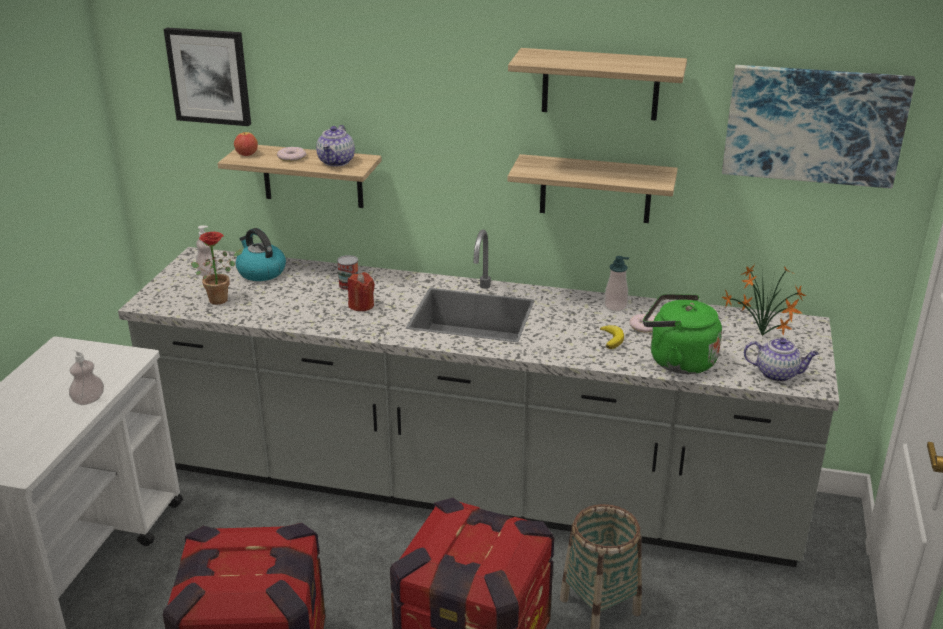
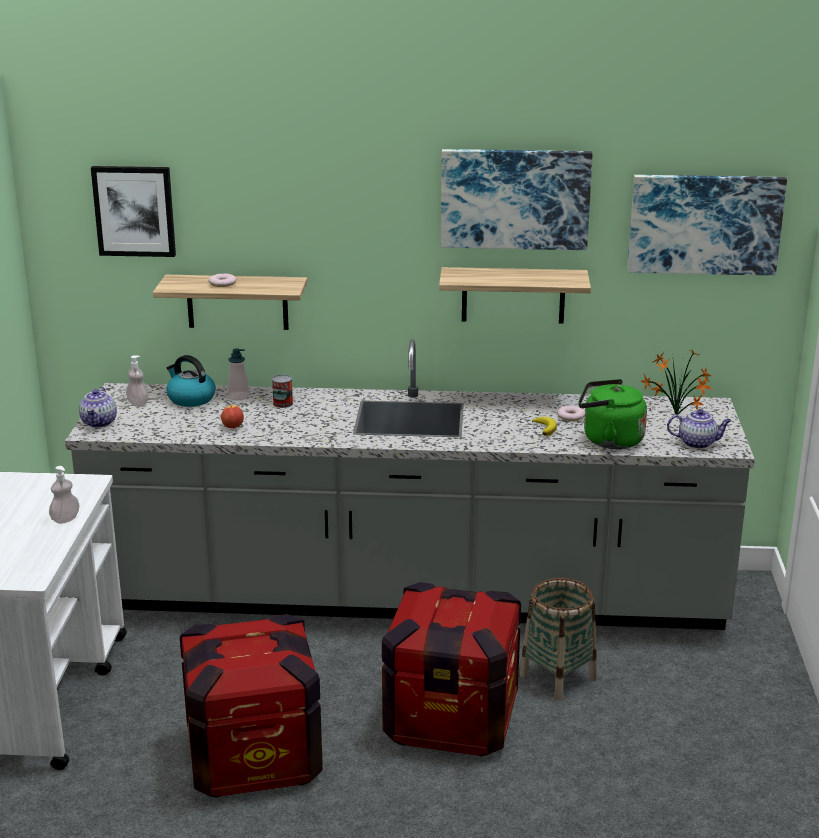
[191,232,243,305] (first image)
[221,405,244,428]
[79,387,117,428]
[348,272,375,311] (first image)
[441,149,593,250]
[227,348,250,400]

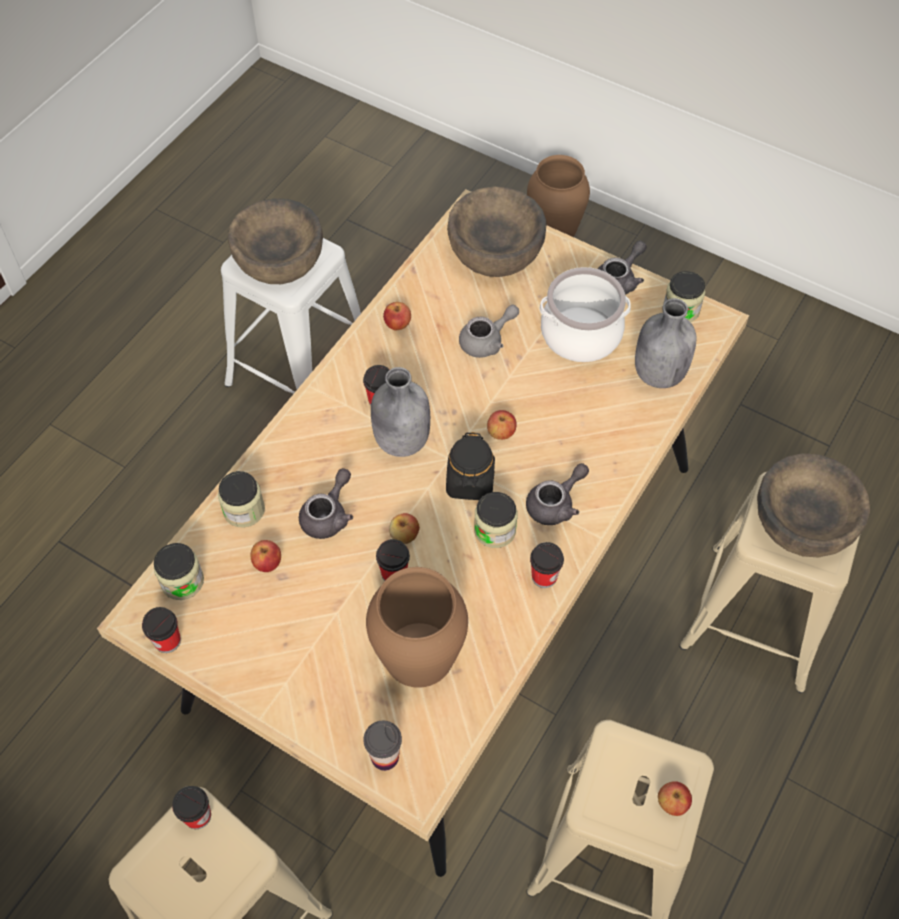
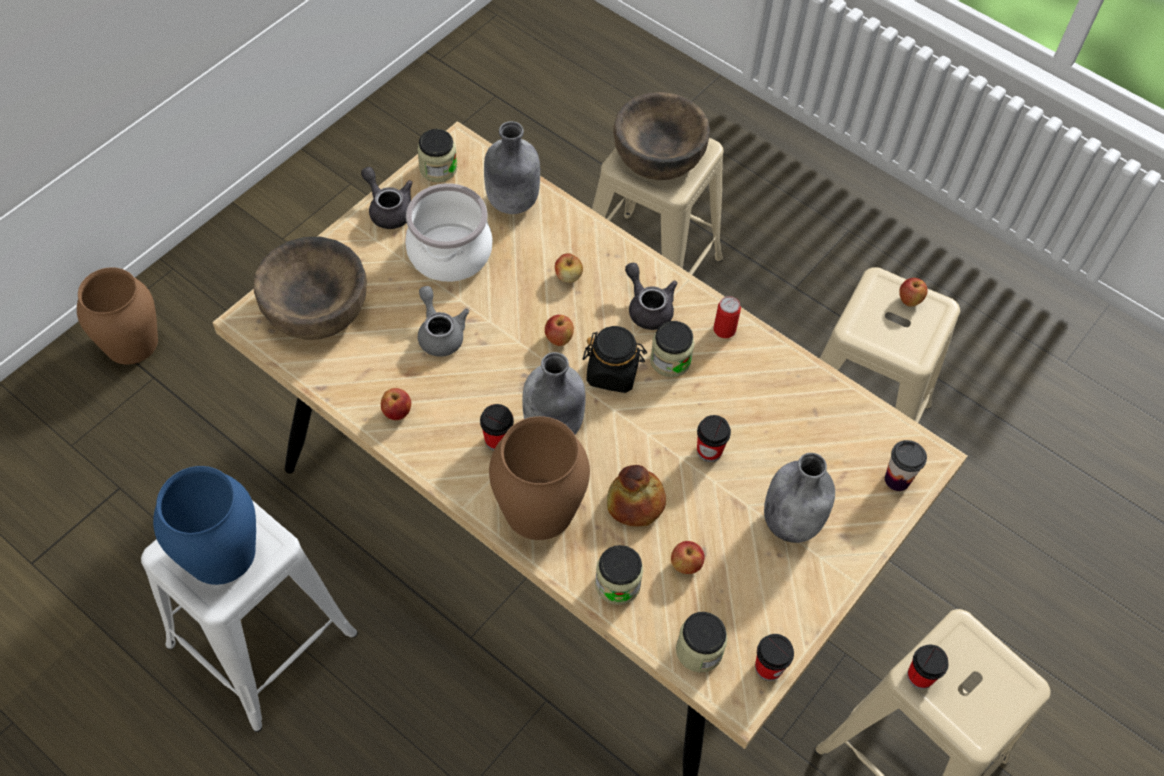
[153,466,256,585]
[607,465,666,527]
[489,416,590,540]
[555,253,583,283]
[714,296,741,338]
[764,453,835,543]

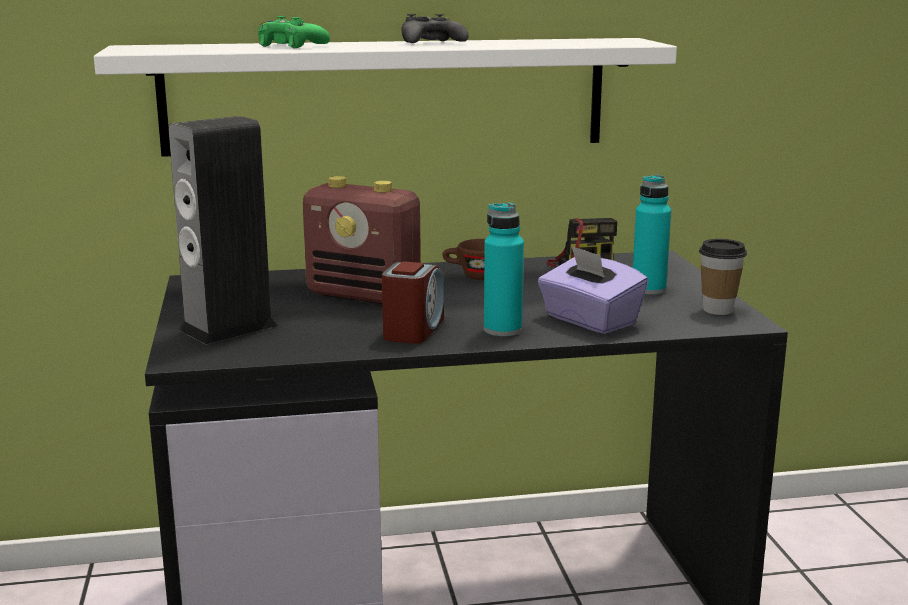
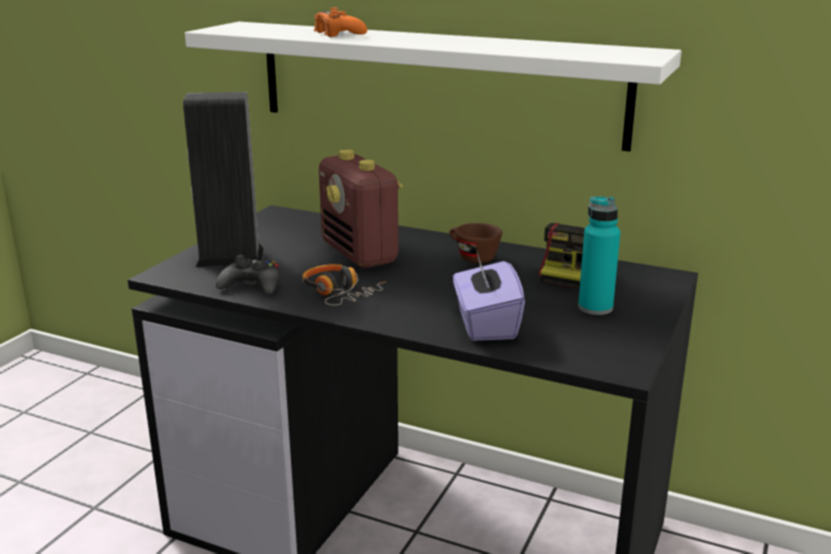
[314,8,367,37]
[302,264,386,306]
[216,255,280,294]
[484,203,524,336] (first image)
[699,239,747,315] (first image)

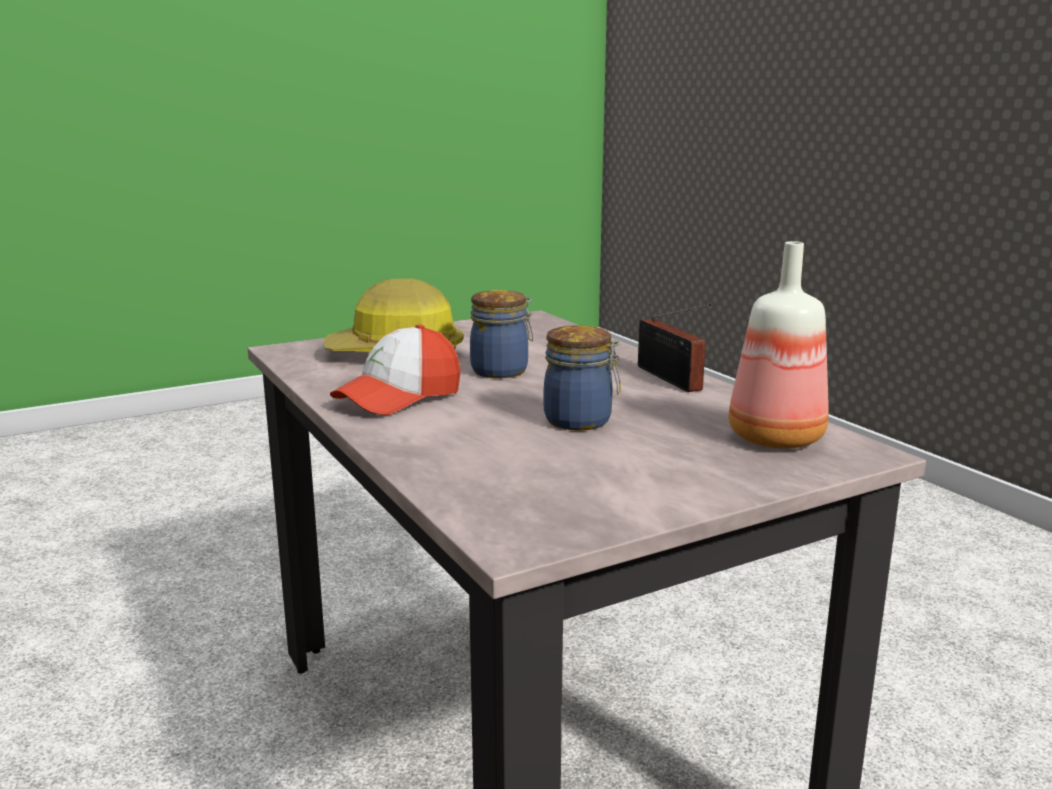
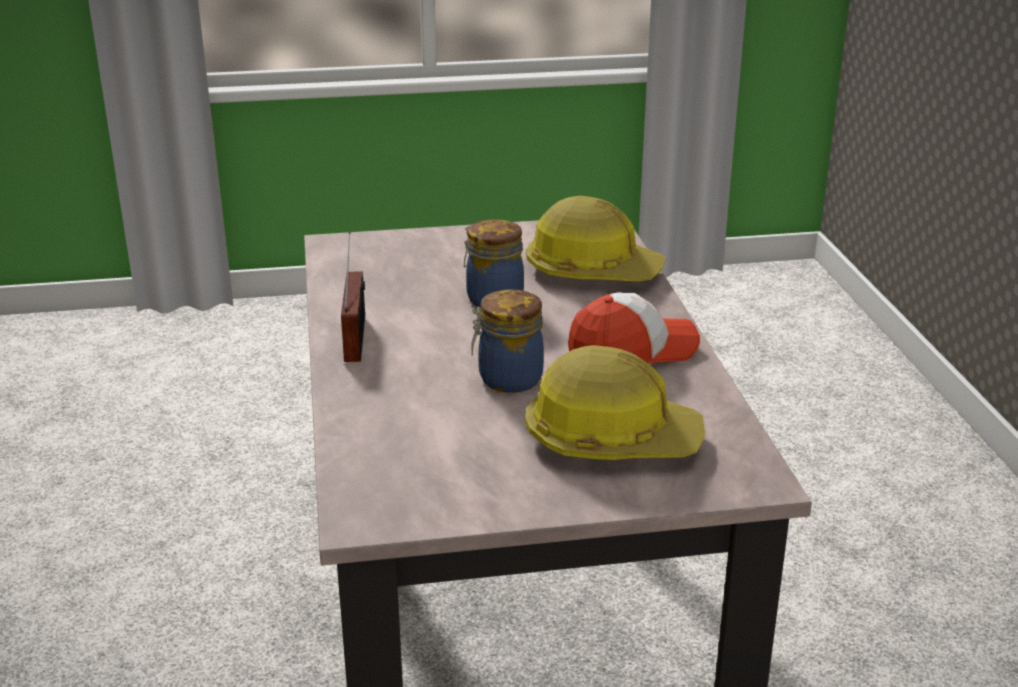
[729,241,829,449] (first image)
[526,196,666,281]

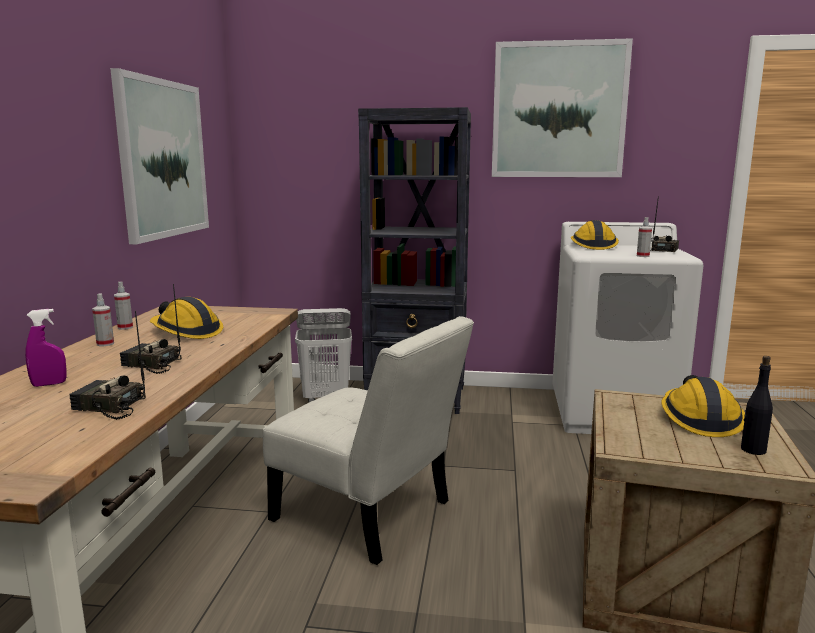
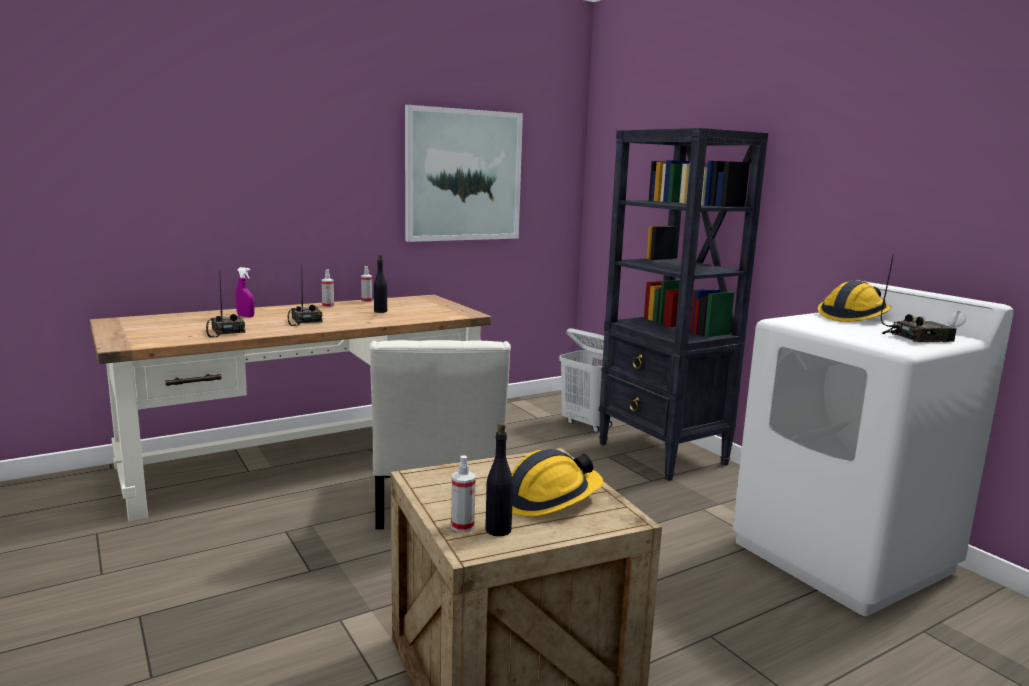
[374,255,387,313]
[492,38,633,177] (first image)
[451,455,475,532]

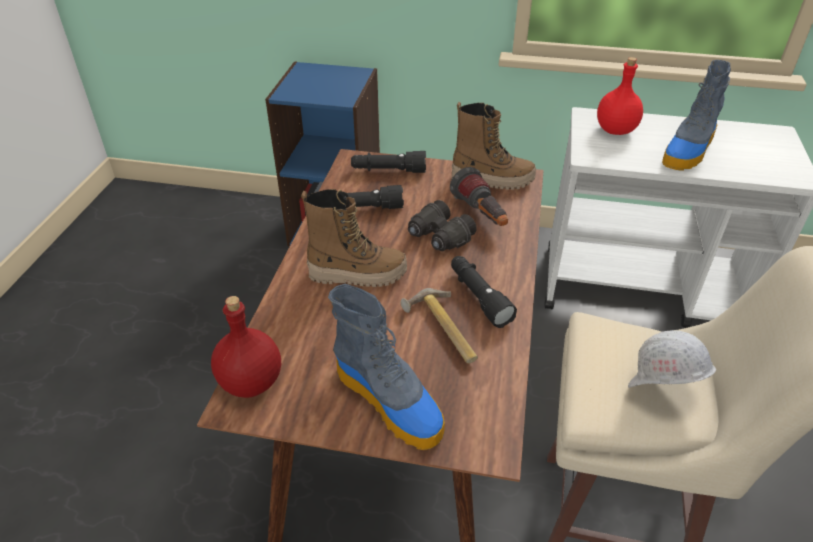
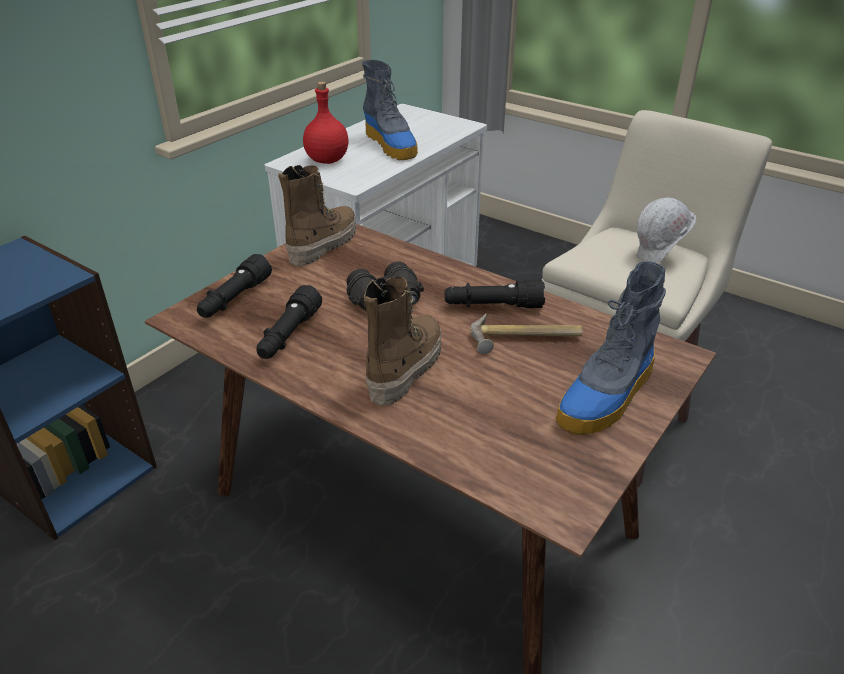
[211,296,281,398] (first image)
[556,261,666,435]
[450,167,508,226] (first image)

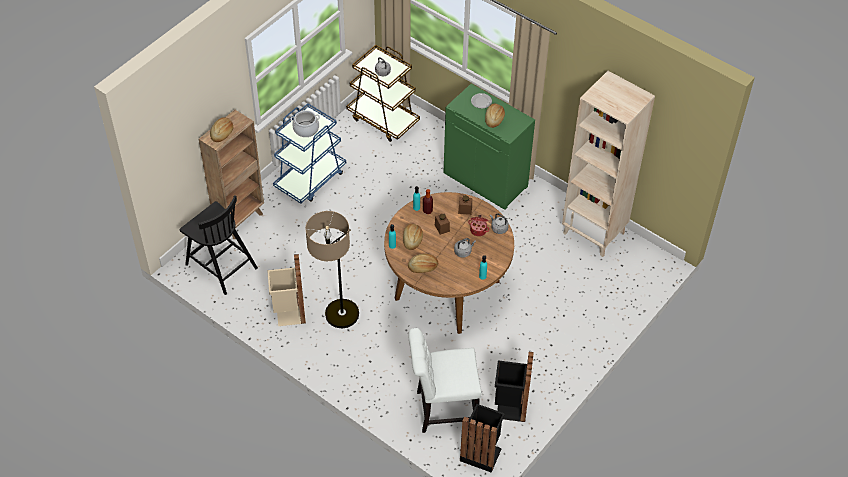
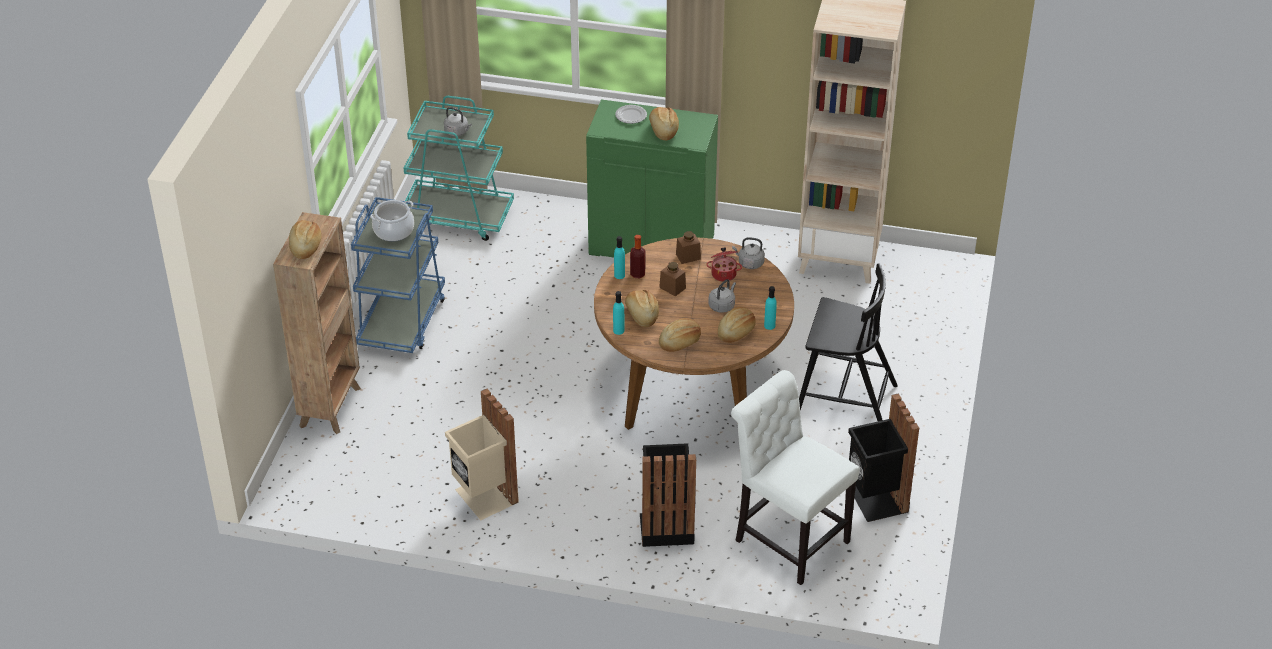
[799,263,898,421]
[305,211,359,328] (first image)
[404,96,514,241]
[731,370,860,585]
[640,443,696,547]
[718,307,756,343]

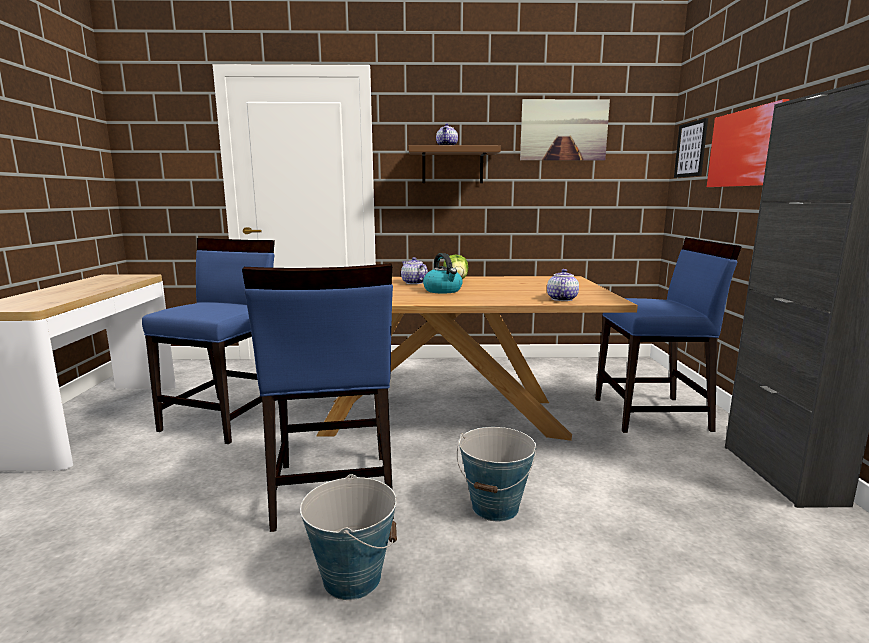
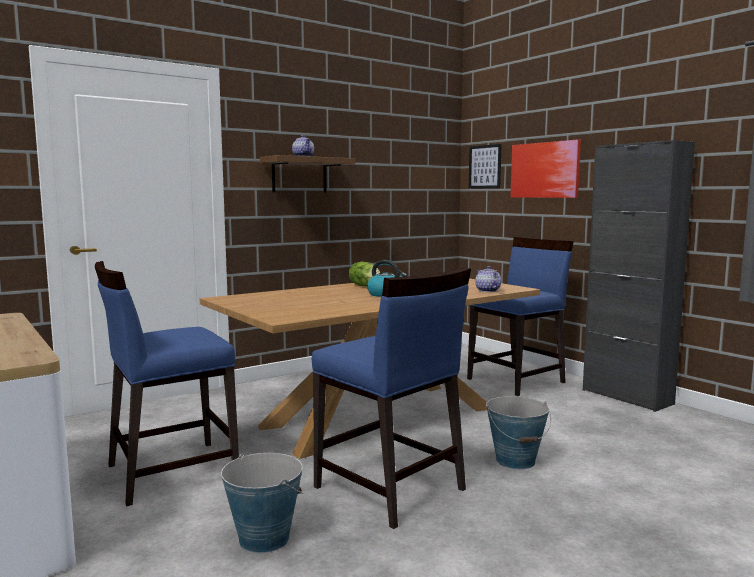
[95,261,239,506]
[221,453,303,553]
[401,257,428,284] (first image)
[520,99,610,161] (first image)

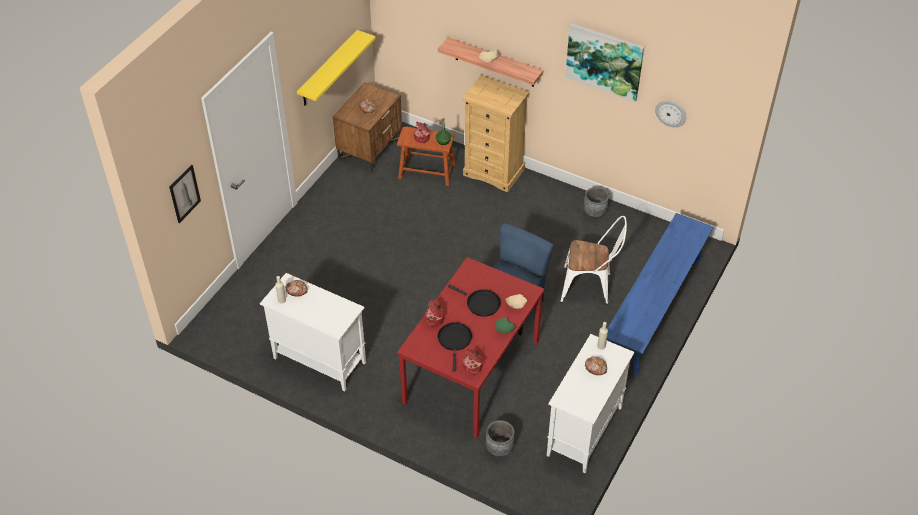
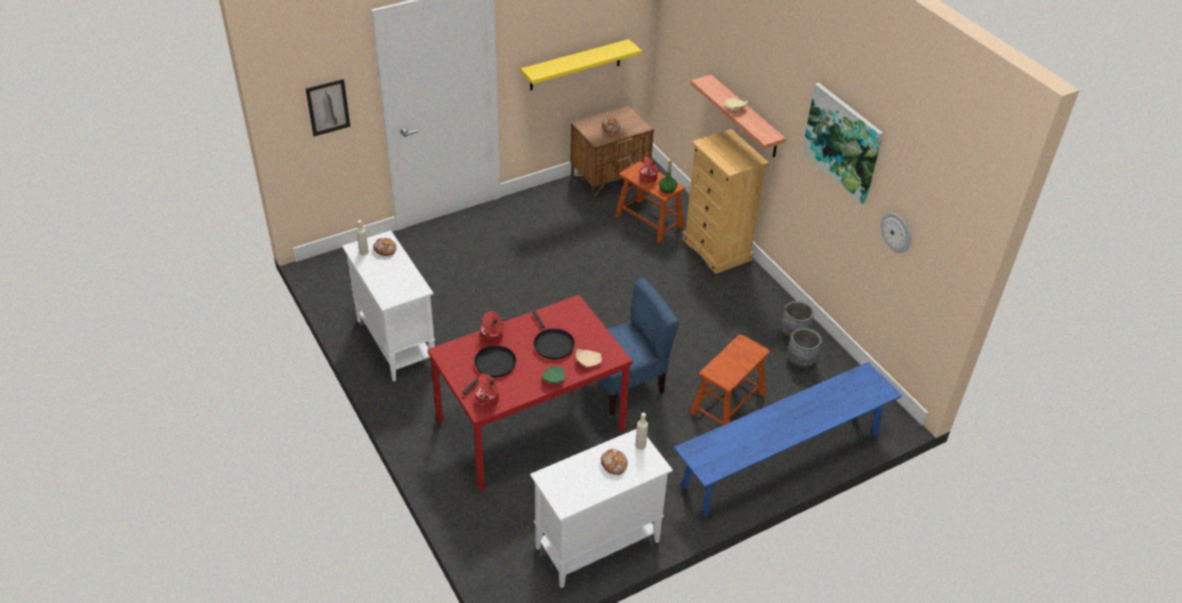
[788,328,822,368]
[690,335,770,426]

